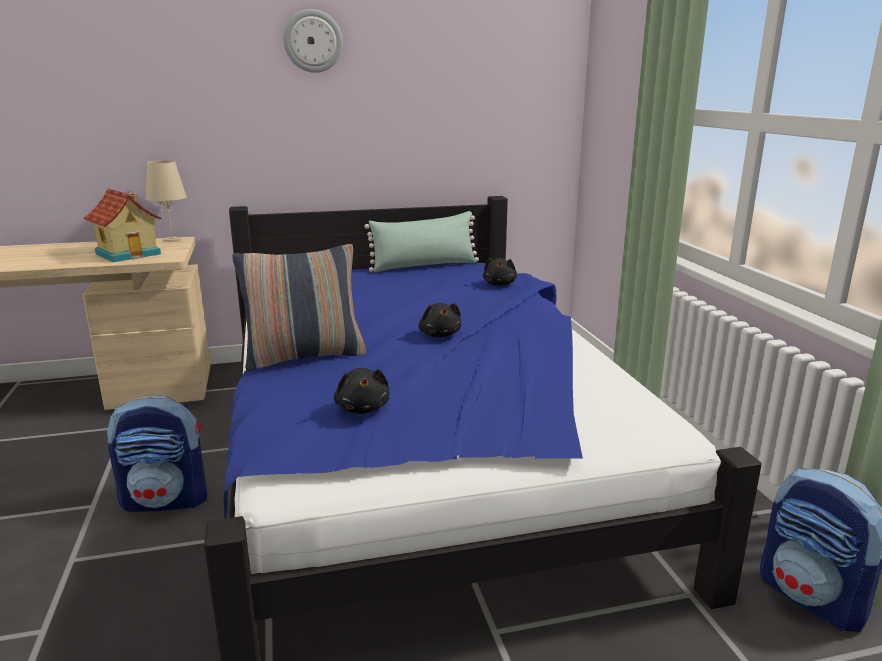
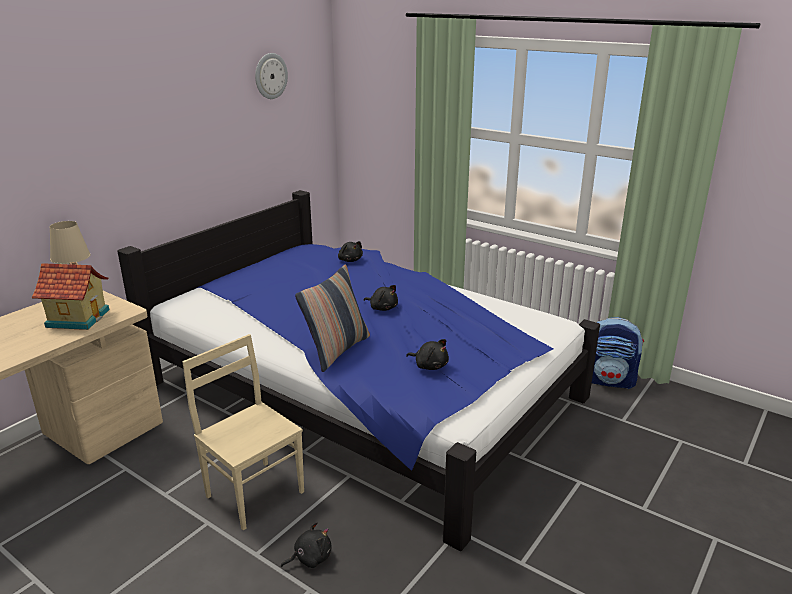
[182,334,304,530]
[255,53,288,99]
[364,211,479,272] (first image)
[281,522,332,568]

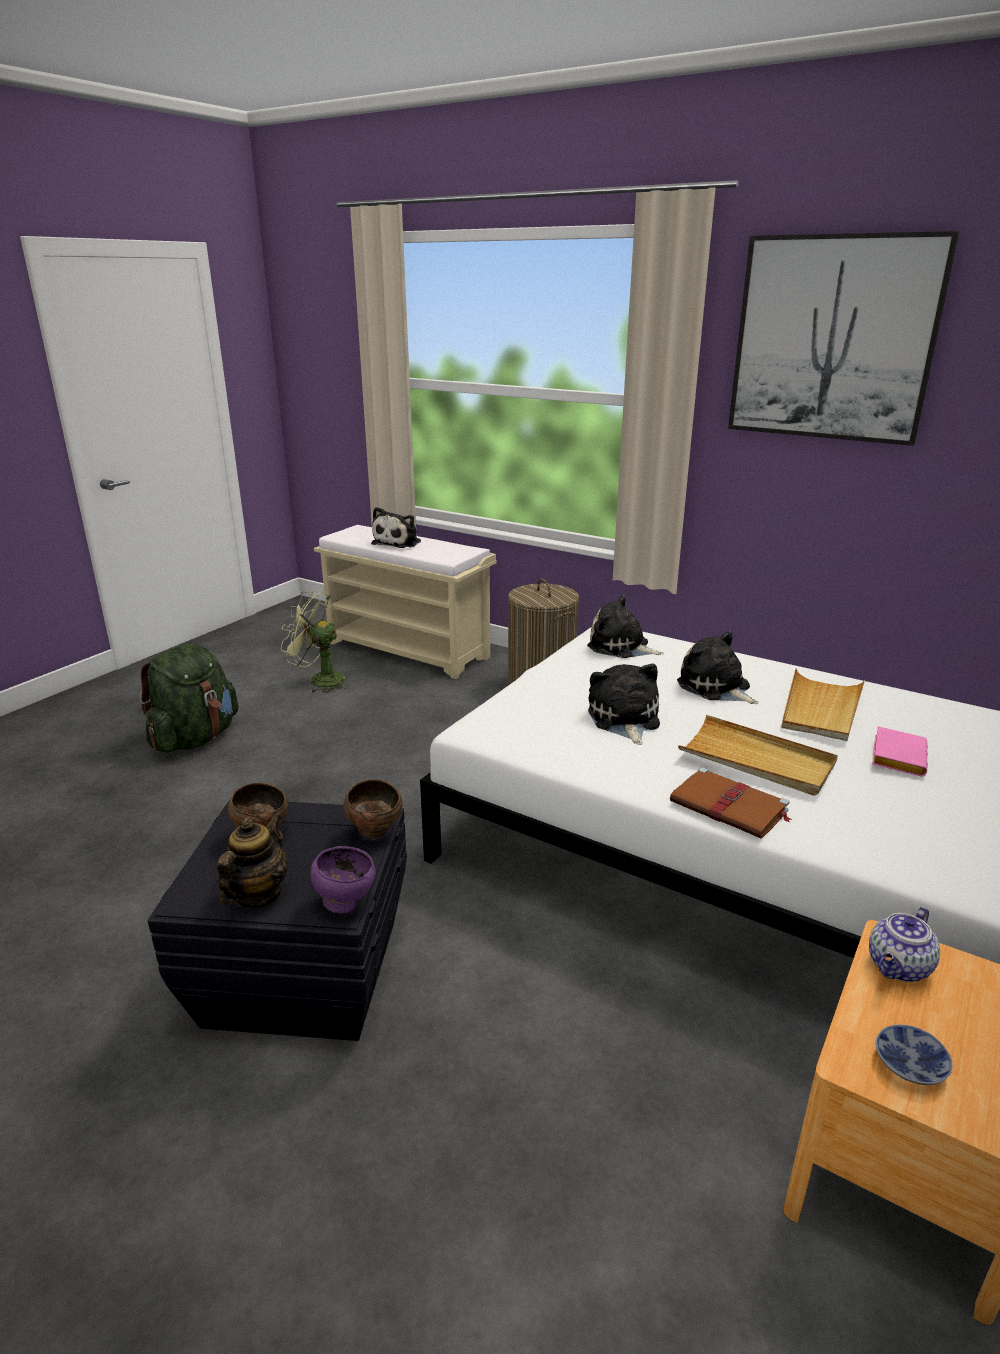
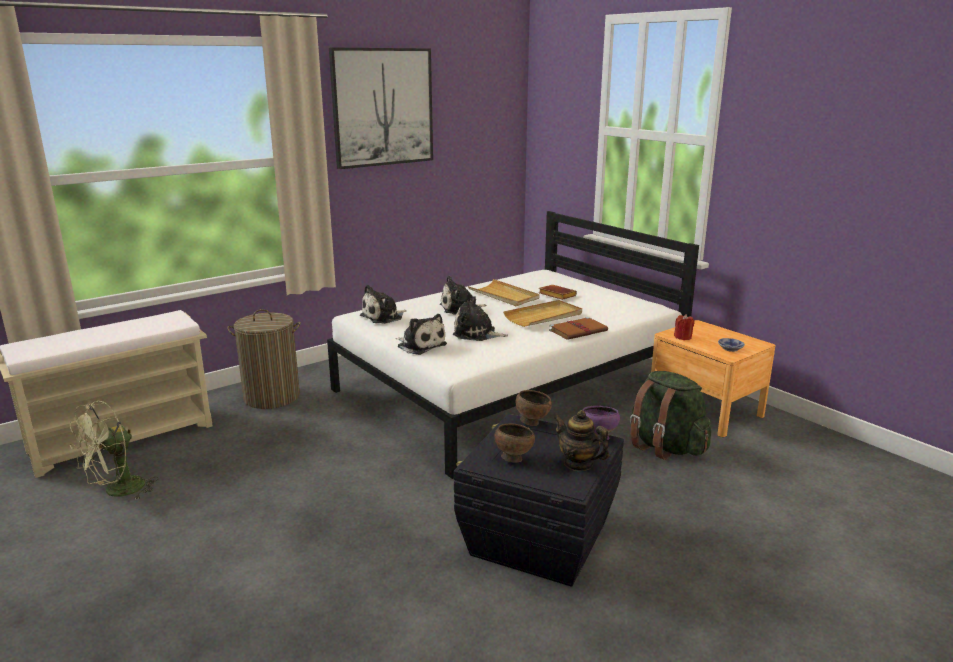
[630,371,711,460]
[396,314,447,355]
[674,314,695,340]
[539,285,577,300]

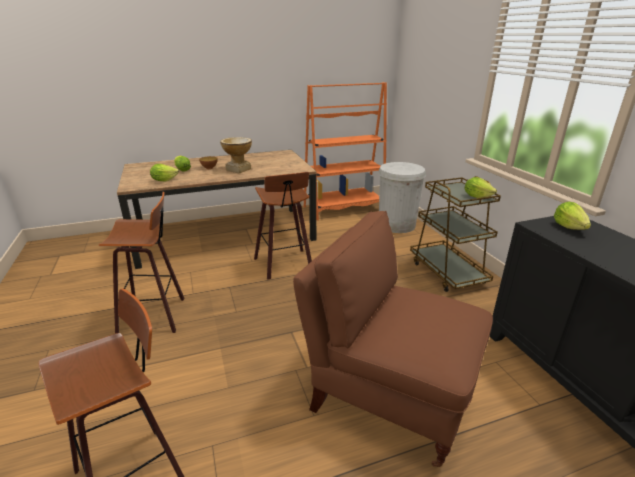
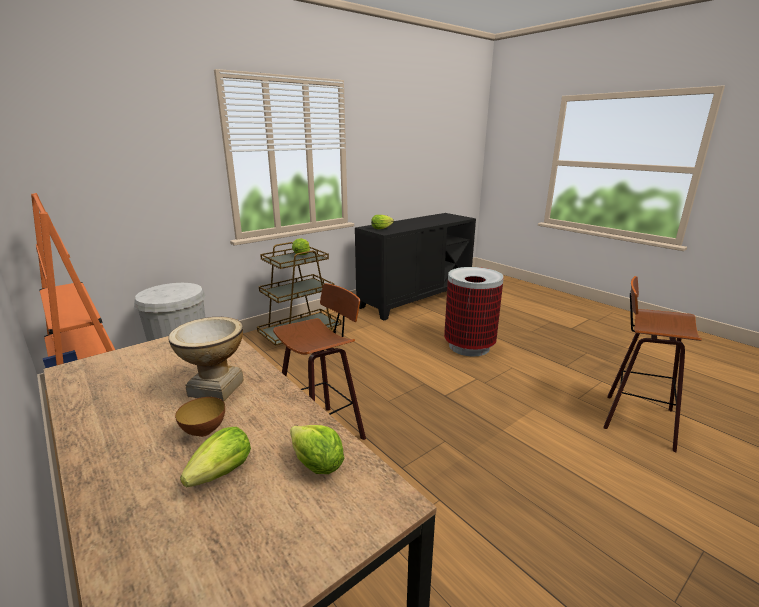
[99,192,184,334] (first image)
[444,267,504,356]

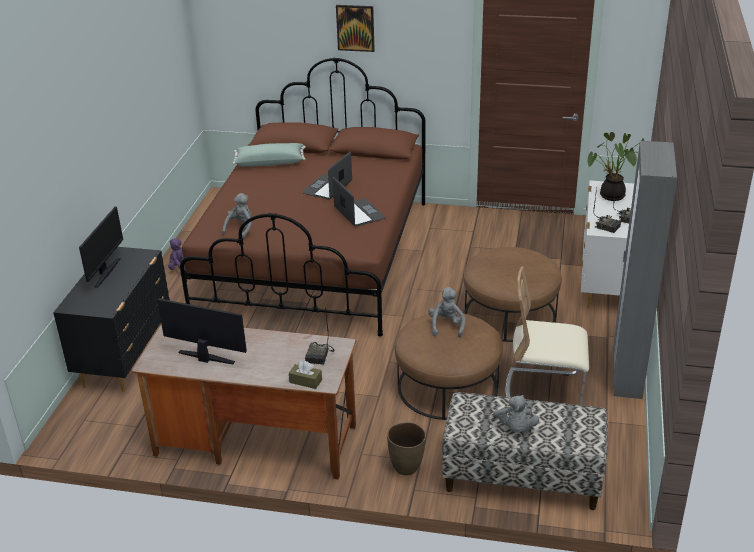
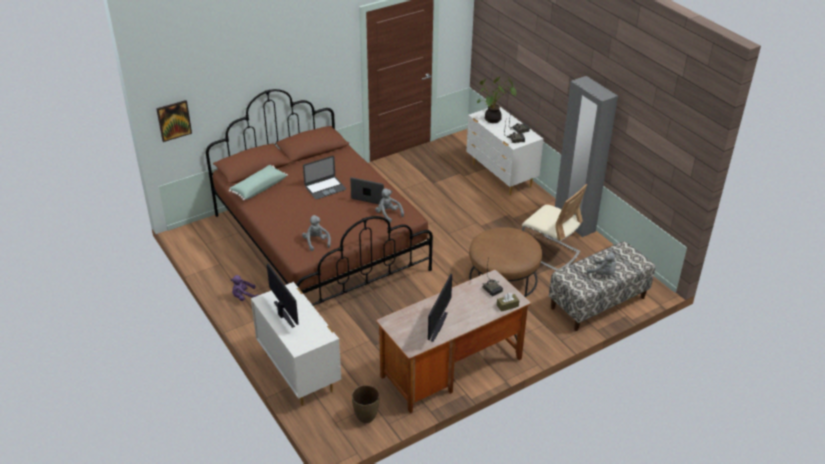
[251,282,341,406]
[428,274,452,342]
[303,156,346,199]
[156,100,192,142]
[352,385,380,423]
[375,188,404,223]
[463,247,562,342] (first image)
[522,184,587,271]

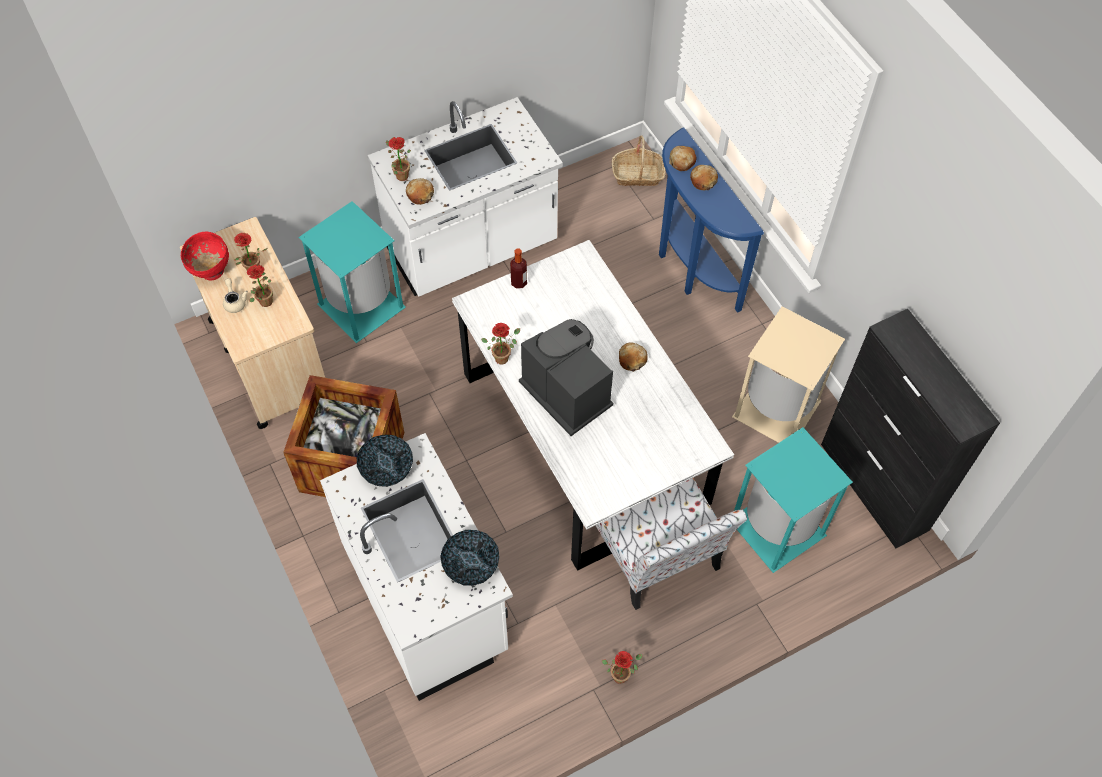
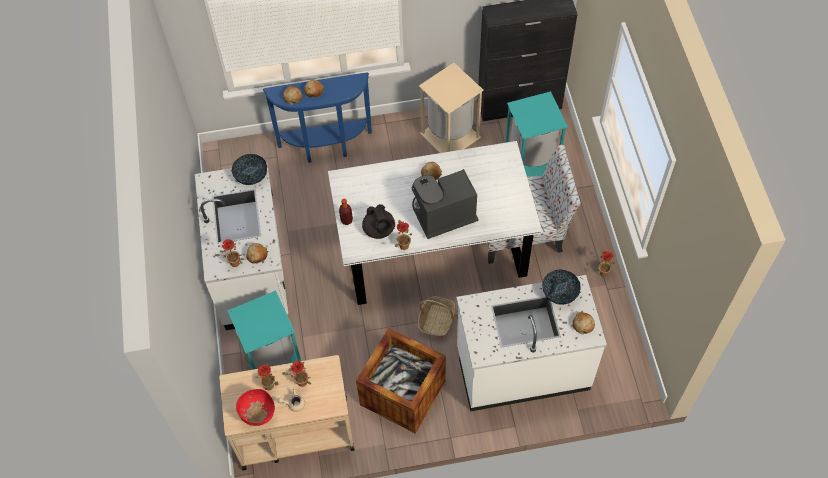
[232,154,267,185]
[418,297,456,337]
[362,204,395,239]
[572,312,595,335]

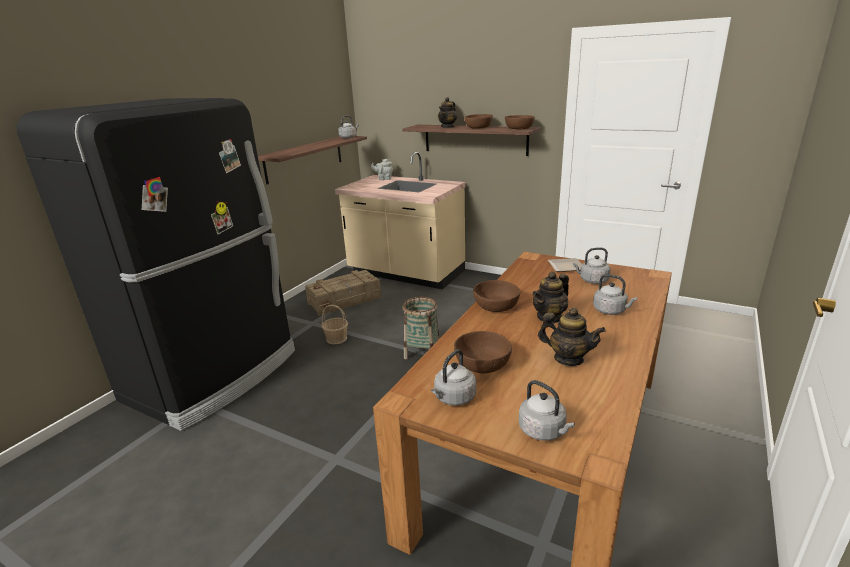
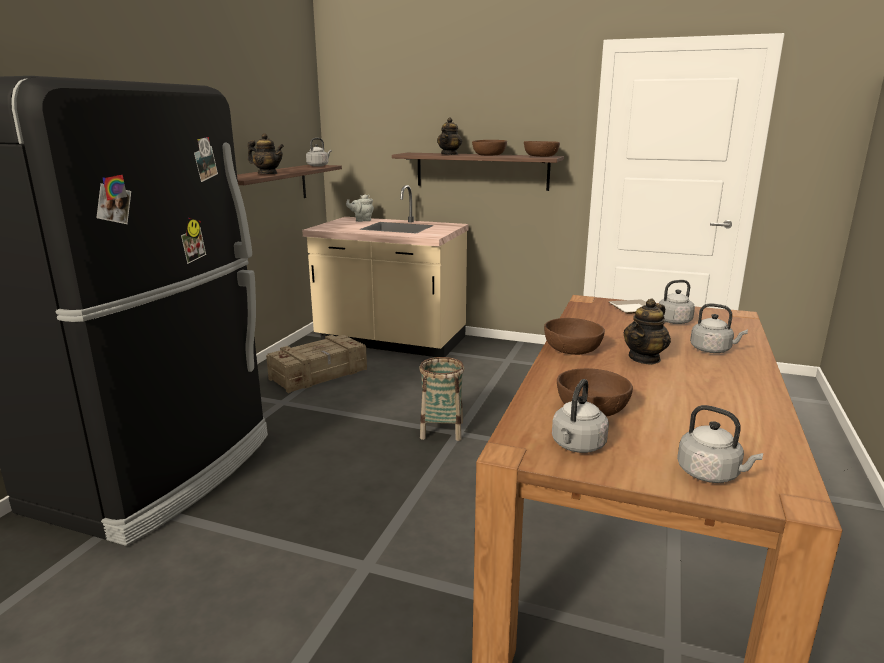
[322,305,348,344] (first image)
[248,133,284,174]

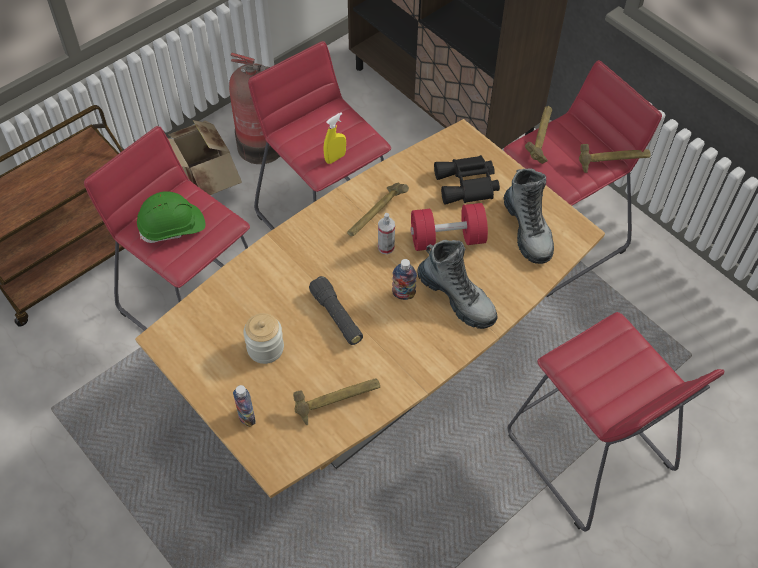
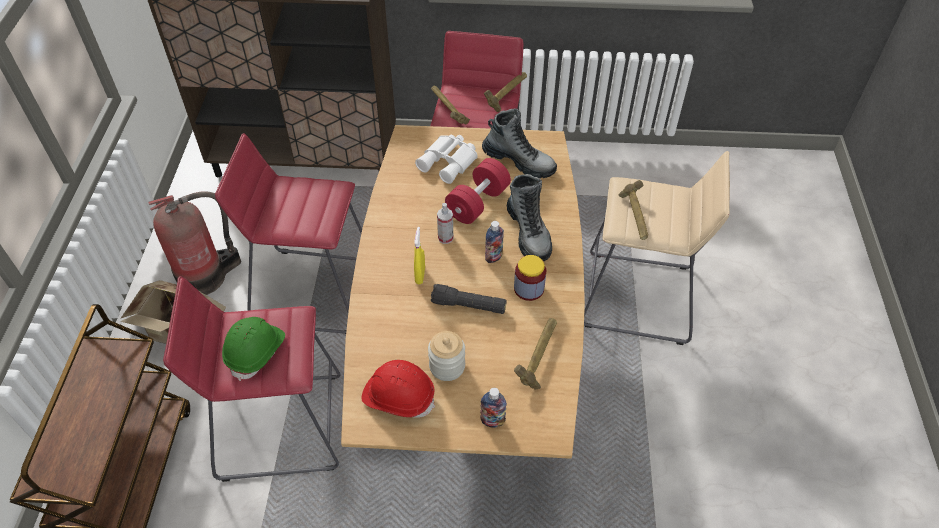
[414,227,425,284]
[618,180,648,240]
[507,174,552,261]
[415,135,478,184]
[584,151,730,345]
[362,360,435,418]
[514,255,546,301]

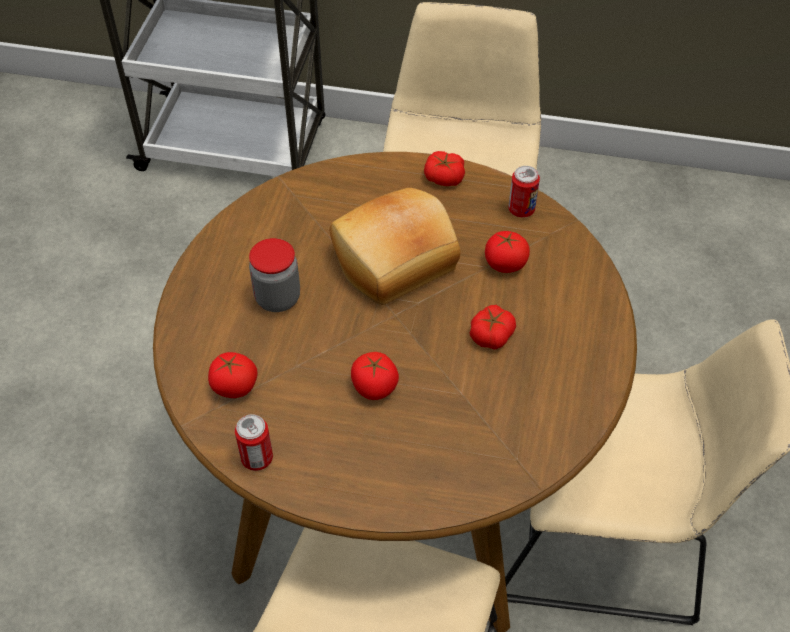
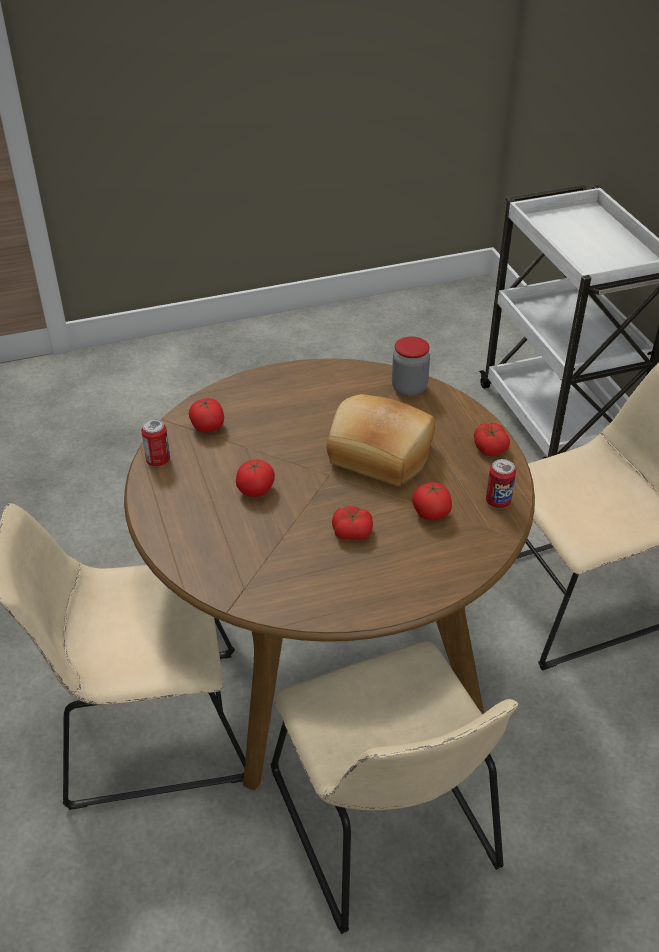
[392,336,430,396]

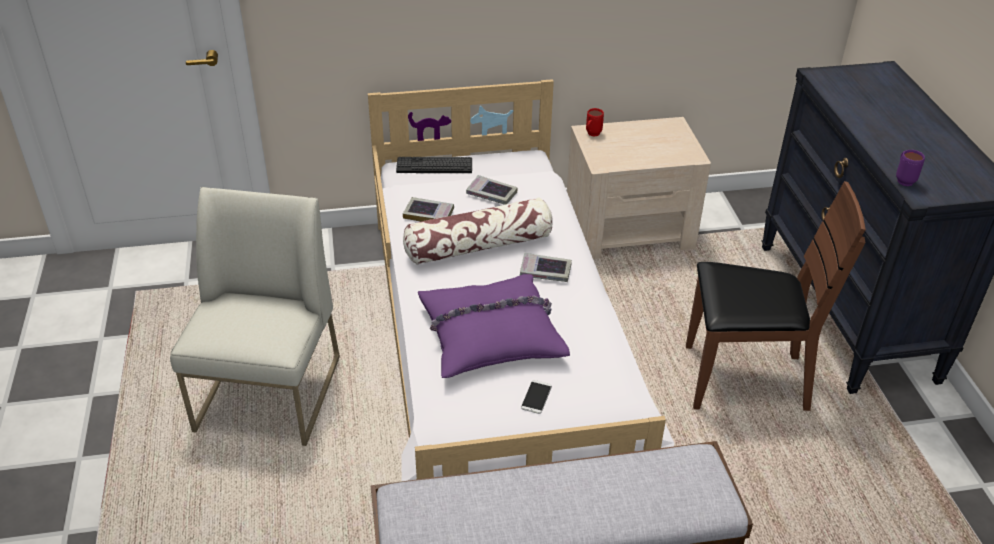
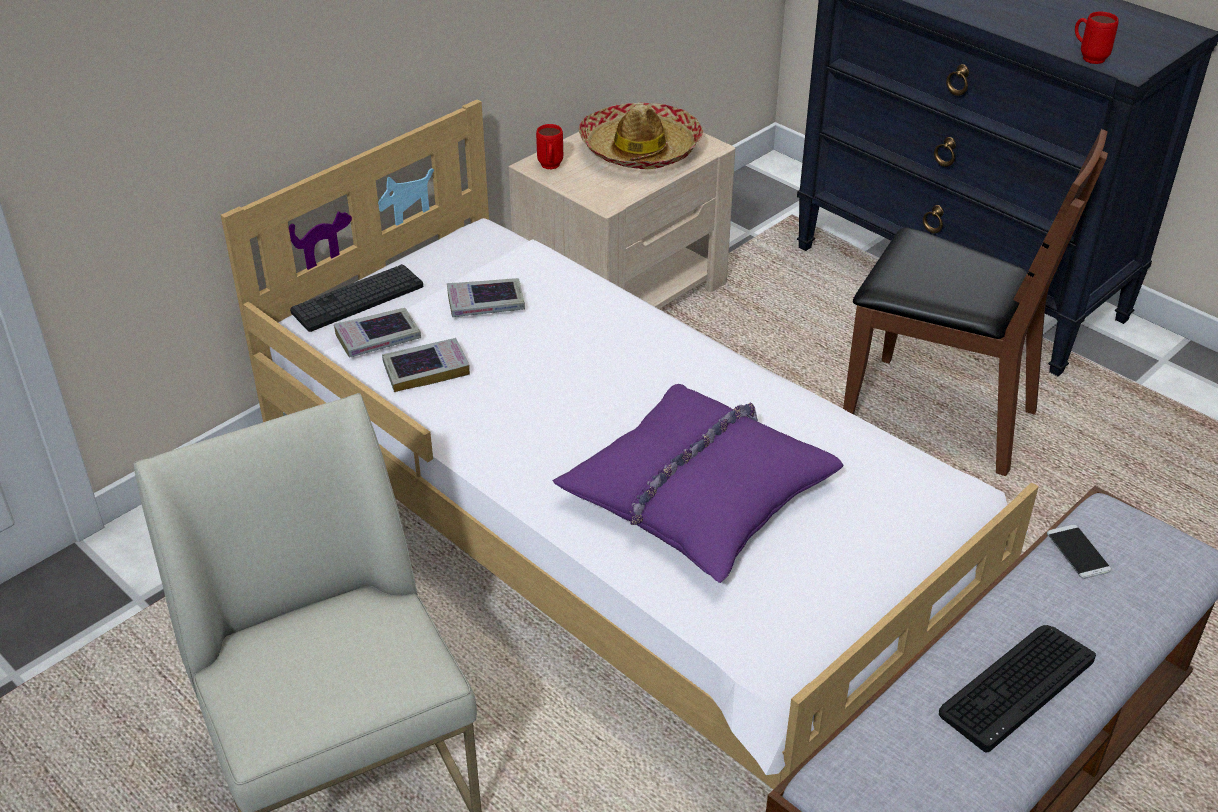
[403,198,553,265] (first image)
[334,308,421,358]
[1047,525,1111,579]
[843,129,1108,476]
[1075,12,1119,64]
[579,103,703,169]
[939,625,1096,752]

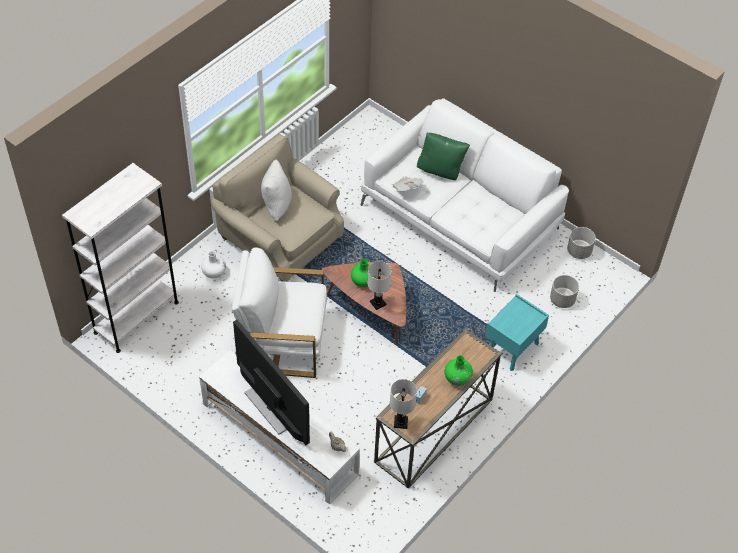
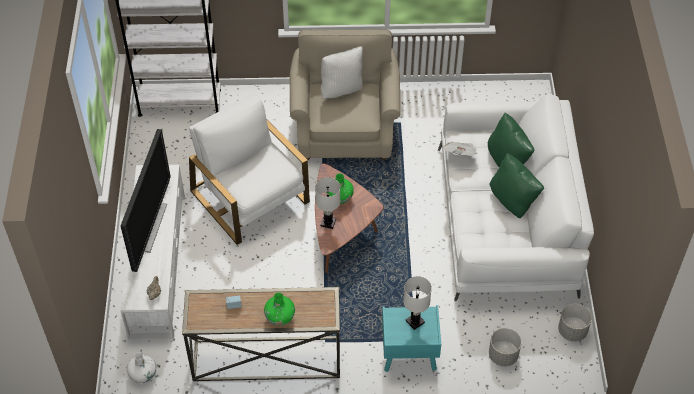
[127,353,156,383]
[403,276,432,330]
[489,153,544,218]

